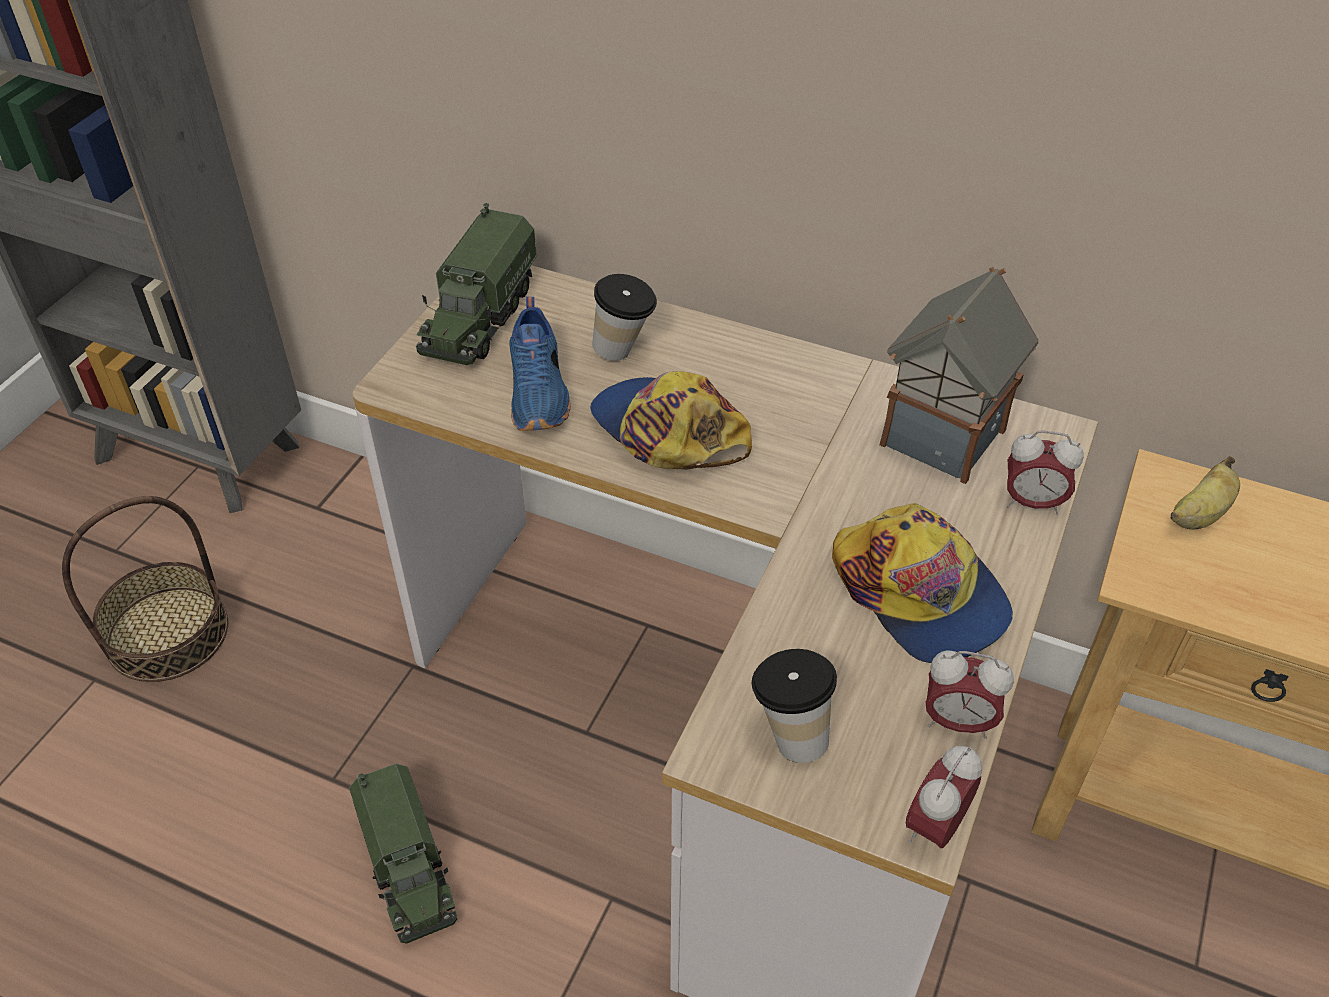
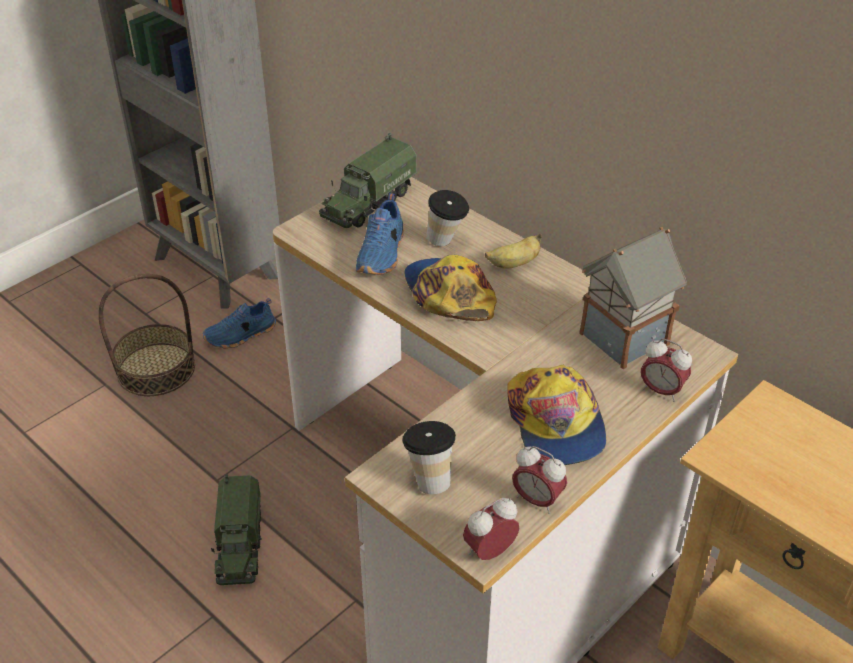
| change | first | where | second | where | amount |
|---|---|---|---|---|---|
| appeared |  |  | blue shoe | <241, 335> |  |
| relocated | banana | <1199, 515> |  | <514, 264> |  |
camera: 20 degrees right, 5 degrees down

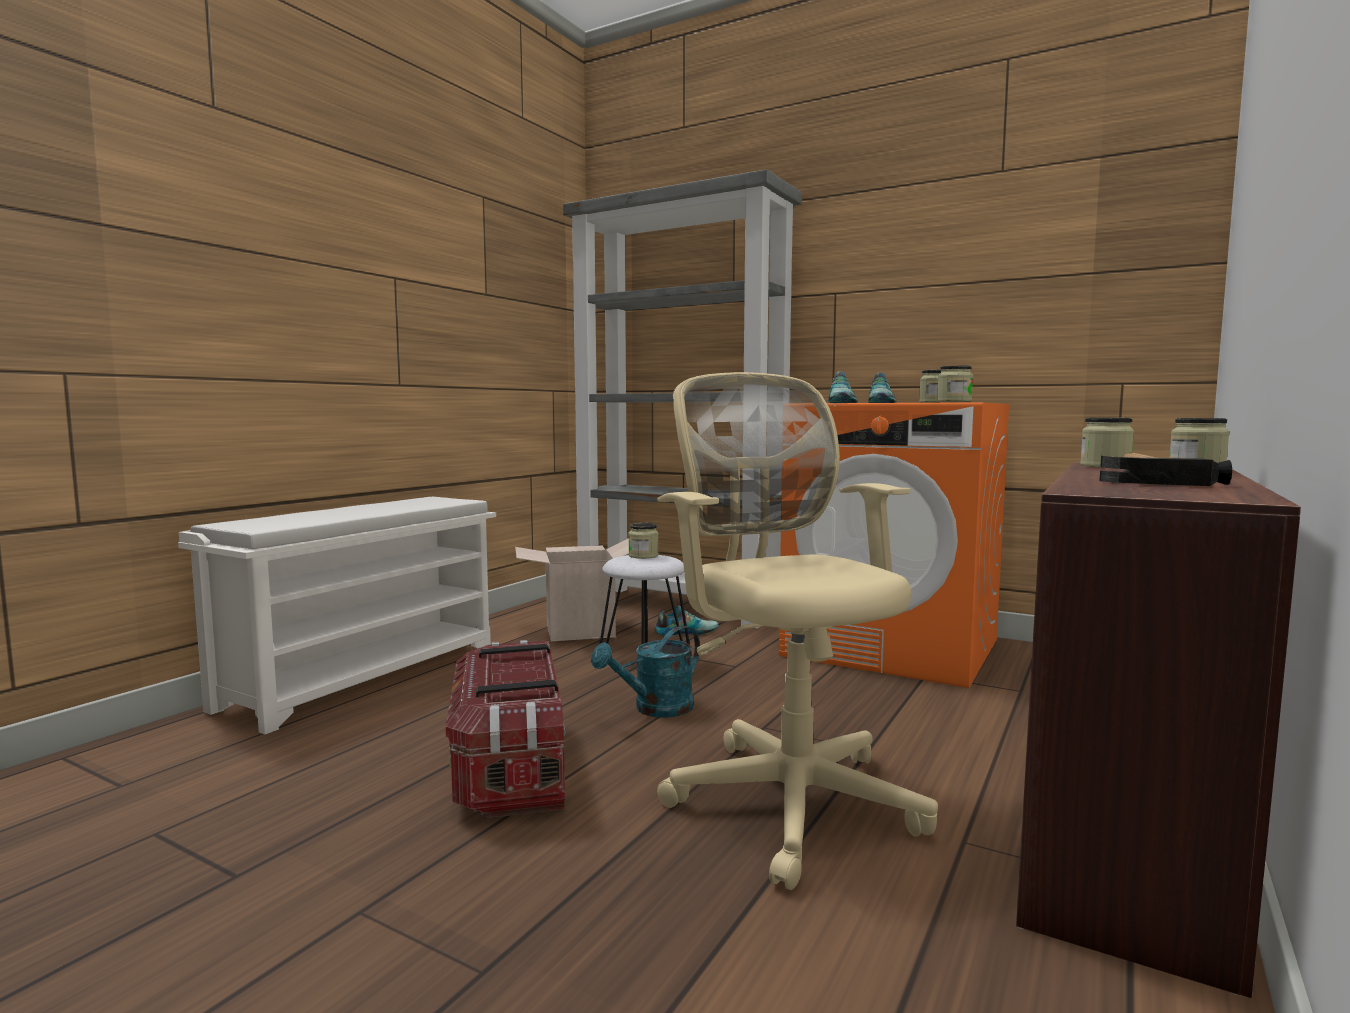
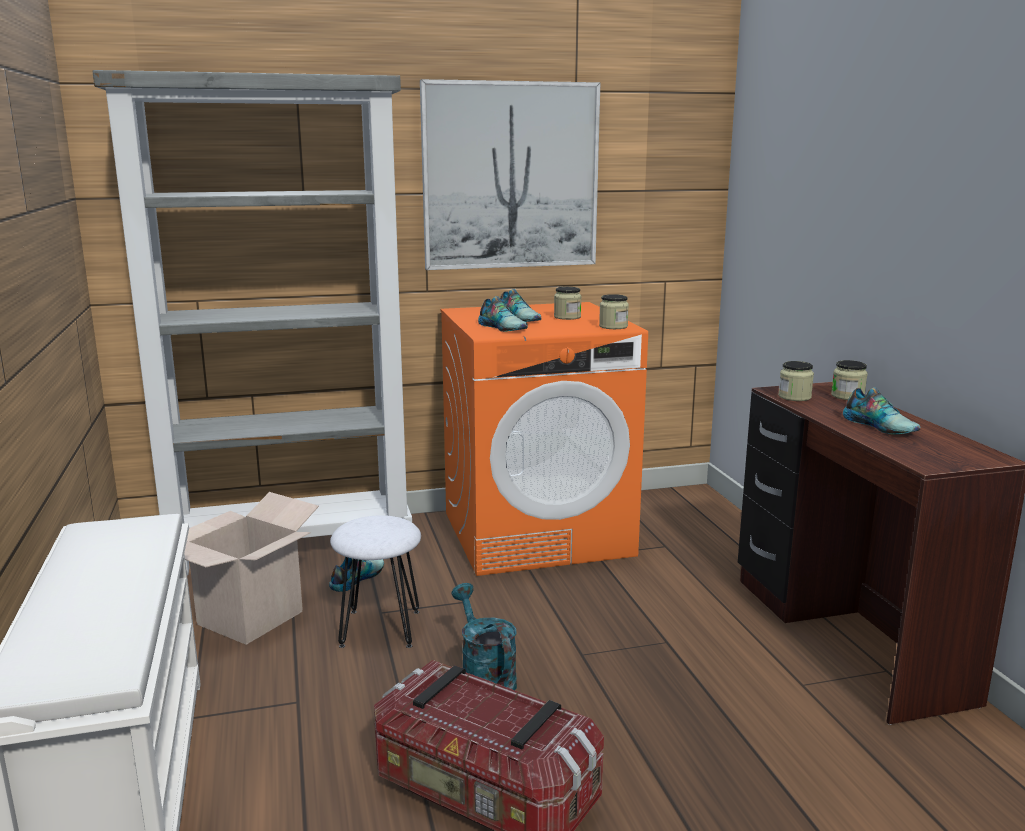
| change | first | where | second | where | amount |
|---|---|---|---|---|---|
| appeared |  |  | picture | <510, 176> |  |
| spun | turquoise watering can | <655, 709> |  | <484, 677> | 150 degrees clockwise |
| exchanged | hammer | <1145, 478> | shoe | <880, 426> |  |
| missing | jar | <643, 556> |  |  |  |
| missing | beige office chair | <788, 796> |  |  |  |
camera: 45 degrees left, 10 degrees up

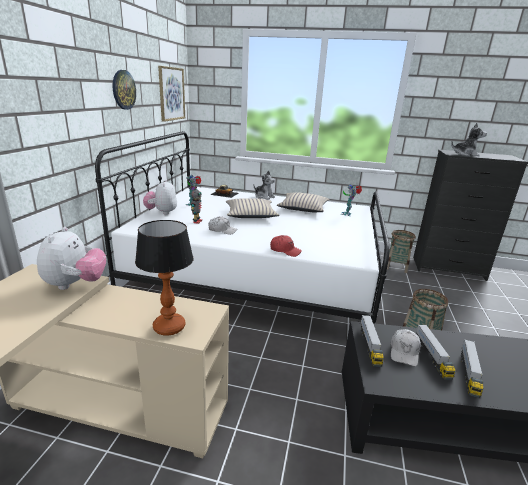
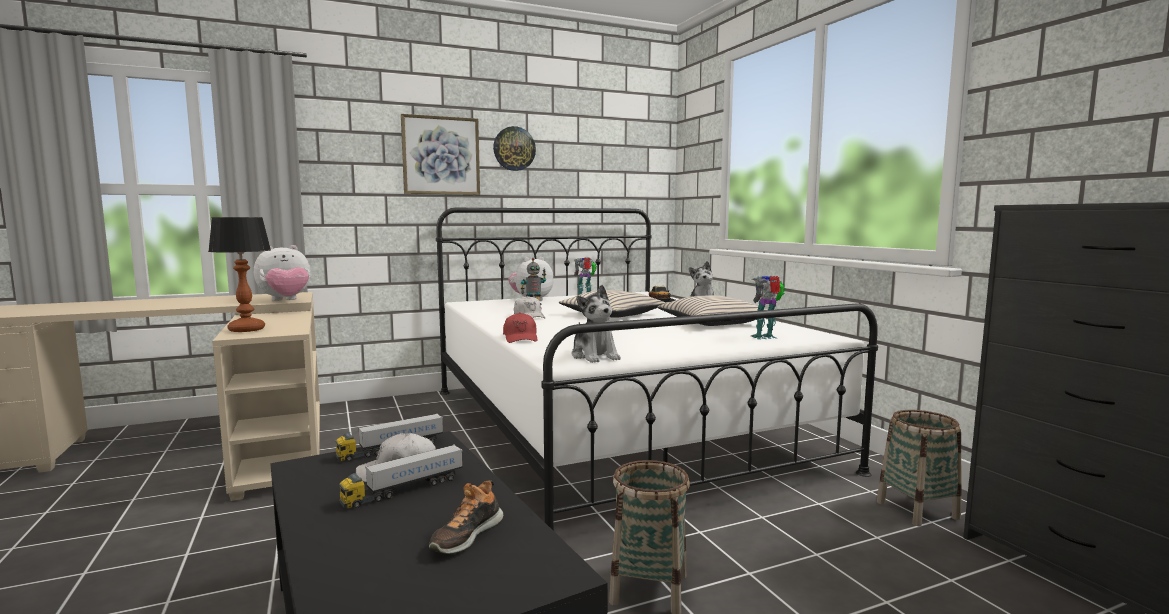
| change | first | where | second | where | amount |
|---|---|---|---|---|---|
| relocated | picture | <171, 94> |  | <441, 155> |  |
| appeared |  |  | shoe | <466, 535> |  |
| relocated | plush toy | <465, 154> |  | <594, 356> |  |
| missing | toy truck | <469, 373> |  |  |  |
camera: 55 degrees right, 15 degrees down

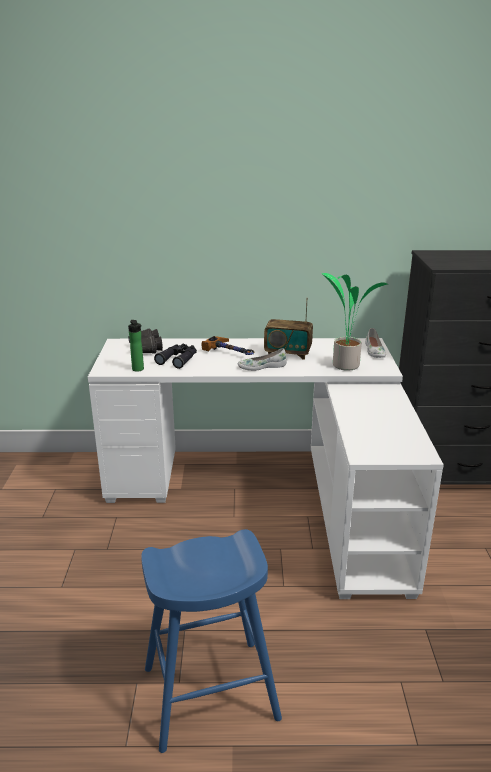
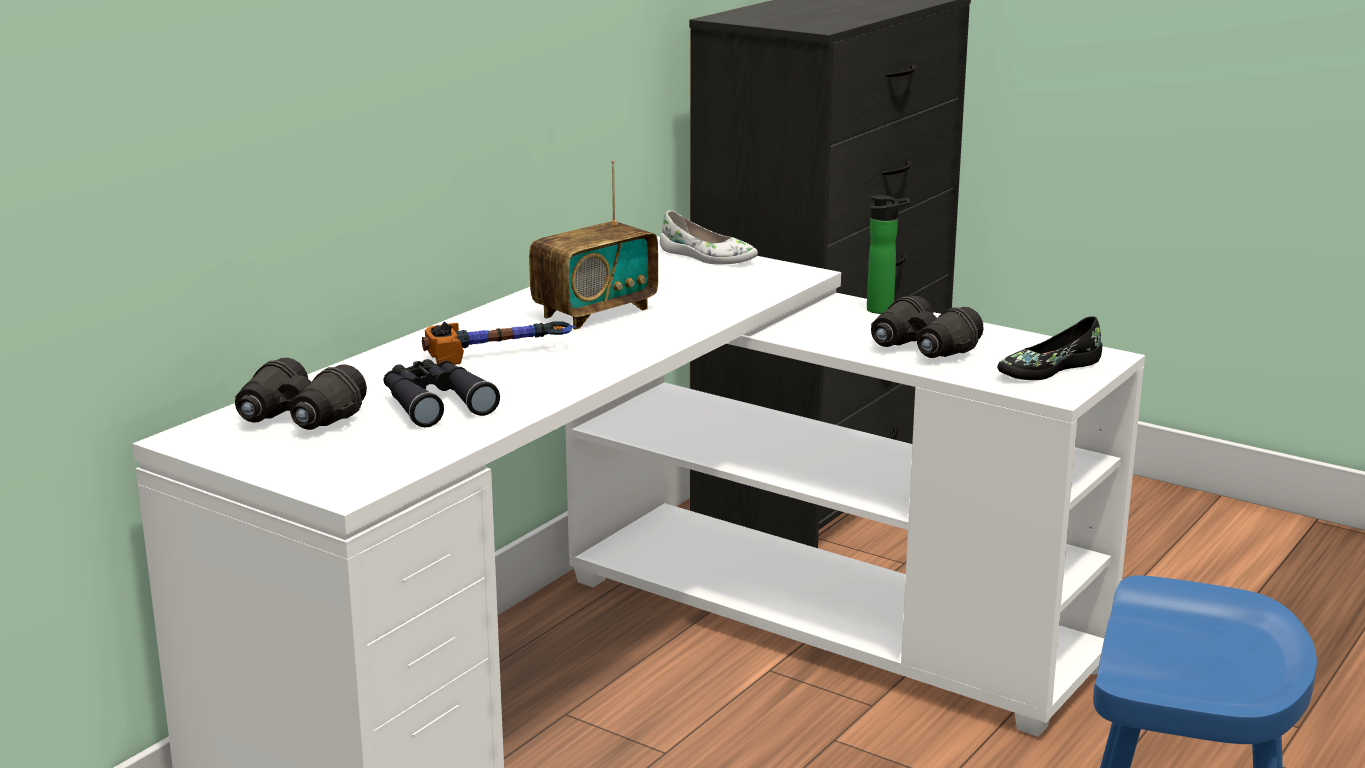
| change | first | where | second | where | amount |
|---|---|---|---|---|---|
| relocated | bottle | <138, 370> |  | <884, 310> |  |
| appeared |  |  | black binoculars | <922, 349> |  |
| appeared |  |  | black shoe | <1047, 369> |  |
| missing | white shoe | <262, 366> |  |  |  |
| missing | potted plant | <343, 365> |  |  |  |
camera: 55 degrees left, 5 degrees down

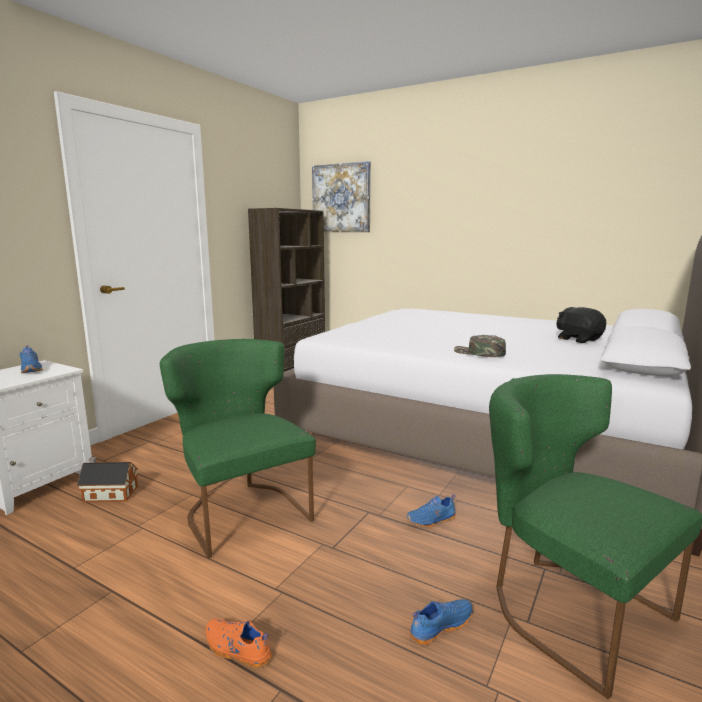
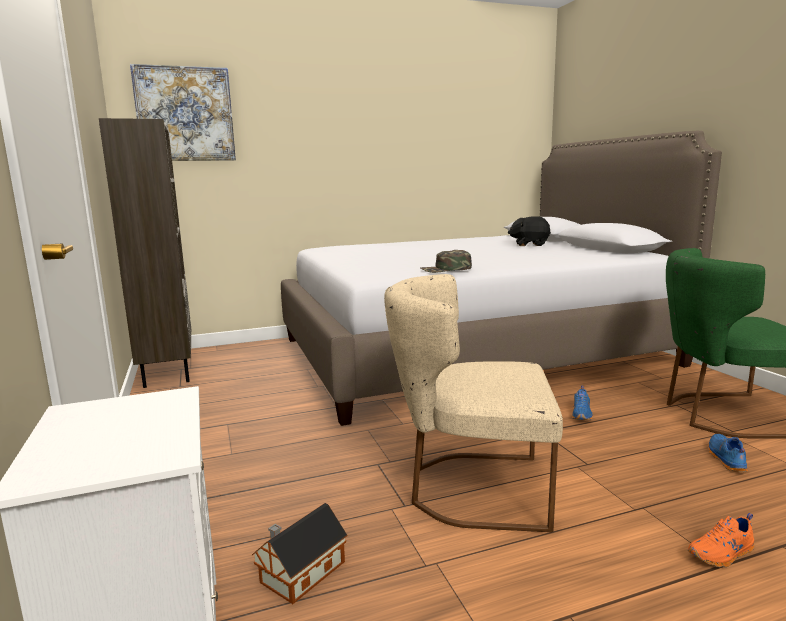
| change | first | where | second | where | amount |
|---|---|---|---|---|---|
| colour | green chair | <241, 511> | beige chair | <470, 488> |  |
| relocated | green cap | <479, 353> |  | <446, 269> |  |
| missing | blue shoe | <32, 370> |  |  |  |
camera: 50 degrees left, 0 degrees up

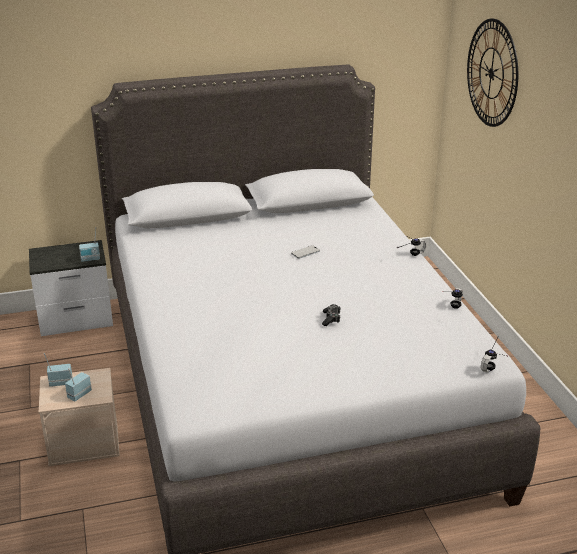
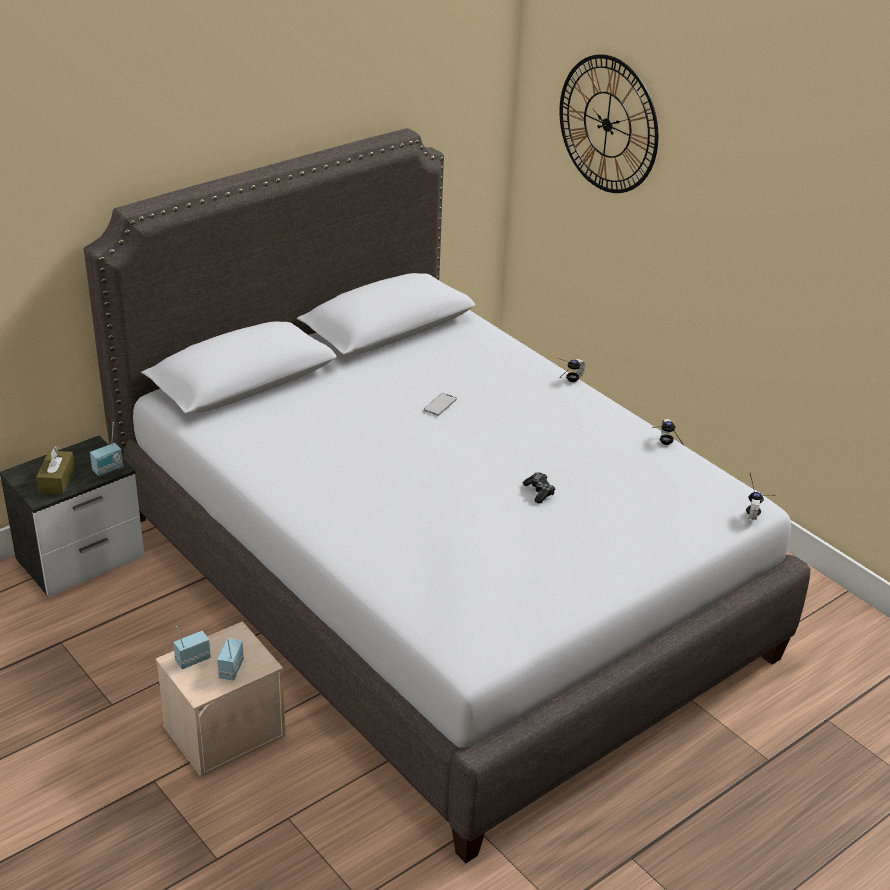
| change | first | where | second | where | amount |
|---|---|---|---|---|---|
| appeared |  |  | brown tissue box | <57, 480> |  |
camera: 25 degrees left, 5 degrees up

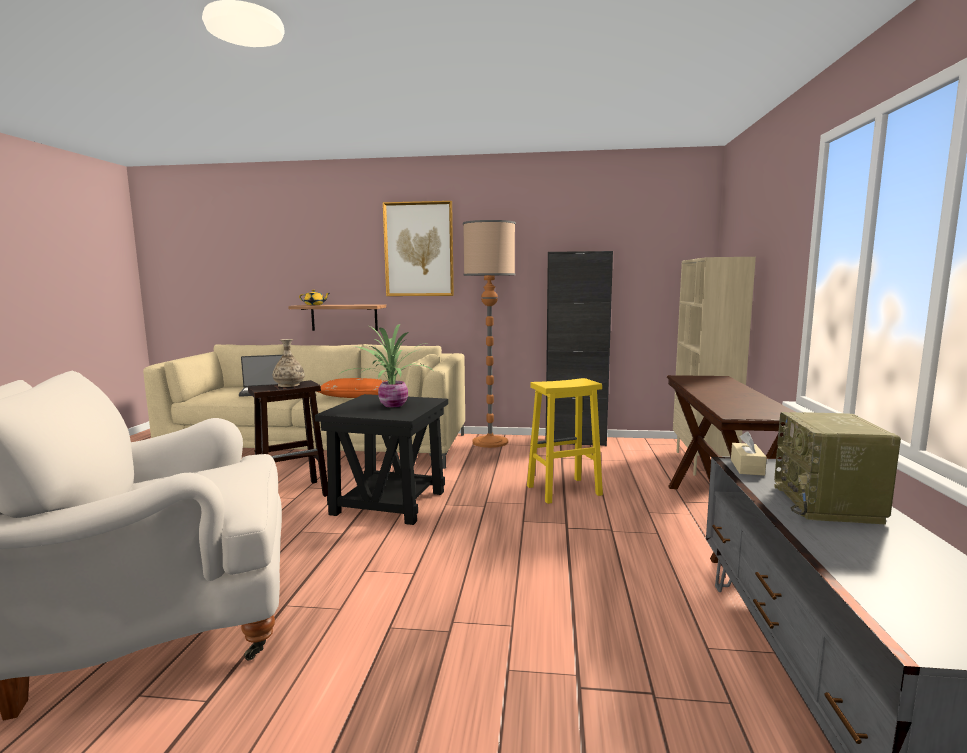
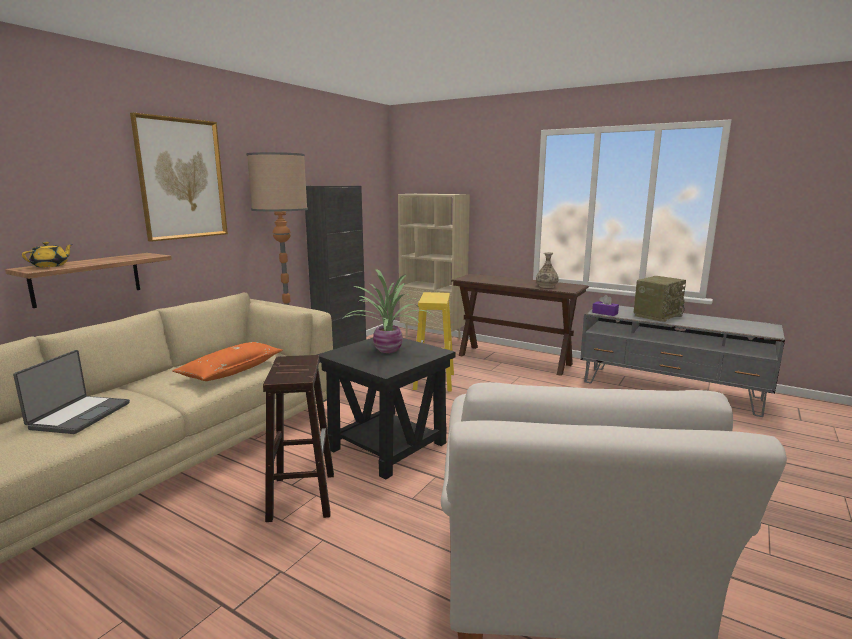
| change | first | where | second | where | amount |
|---|---|---|---|---|---|
| relocated | vase | <289, 385> |  | <546, 286> |  |
| colour | beige tissue box | <747, 467> | purple tissue box | <605, 313> |  |
| spun | radio | <828, 504> |  | <657, 315> | 75 degrees counterclockwise |
camera: 65 degrees left, 5 degrees up

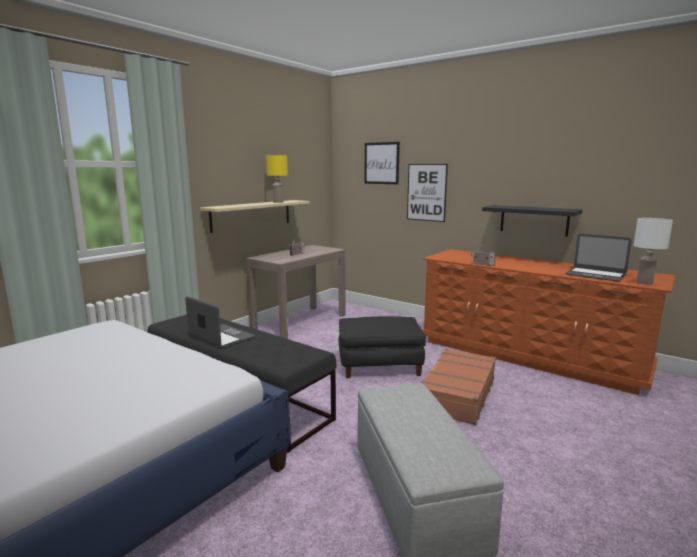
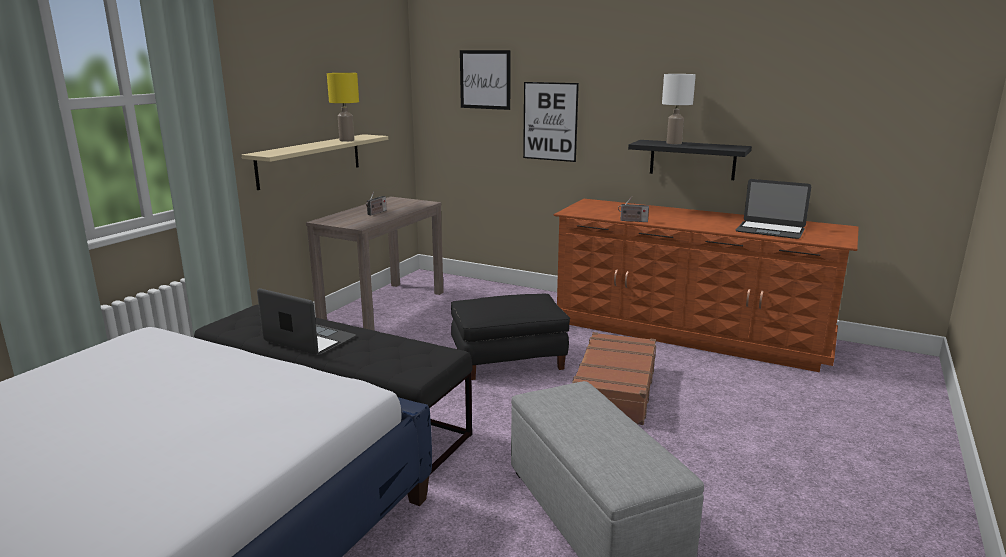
| change | first | where | second | where | amount |
|---|---|---|---|---|---|
| relocated | white table lamp | <645, 283> |  | <674, 143> |  |
camera: 10 degrees left, 5 degrees up

